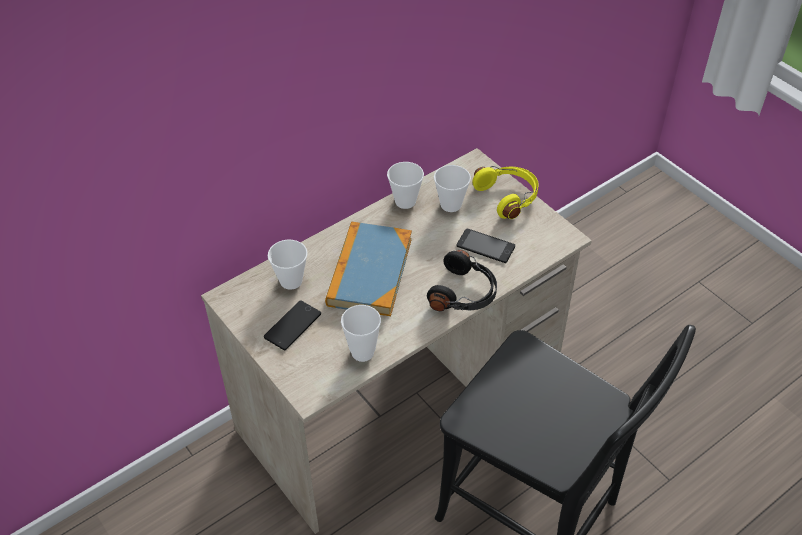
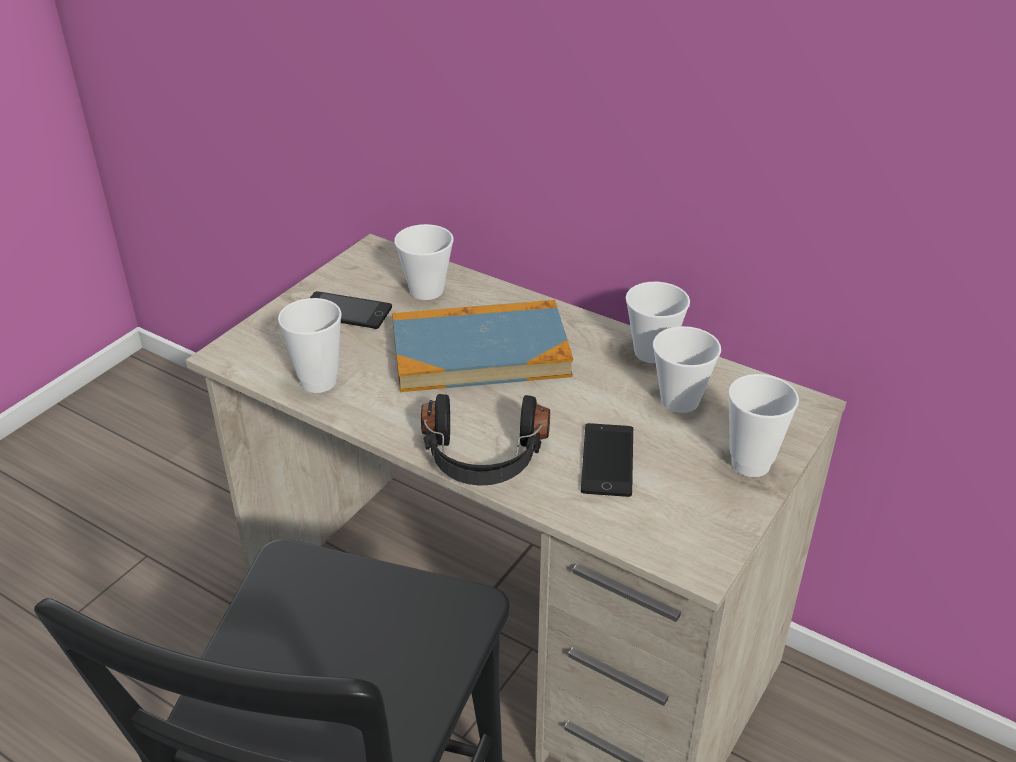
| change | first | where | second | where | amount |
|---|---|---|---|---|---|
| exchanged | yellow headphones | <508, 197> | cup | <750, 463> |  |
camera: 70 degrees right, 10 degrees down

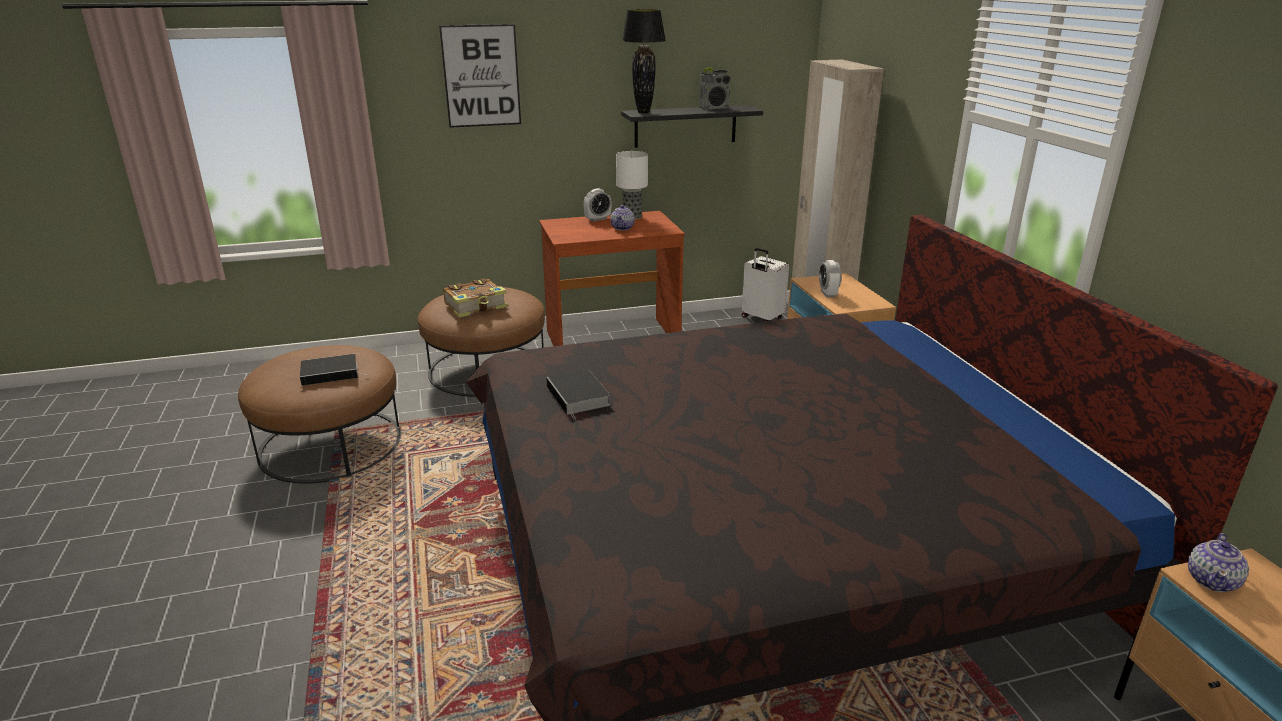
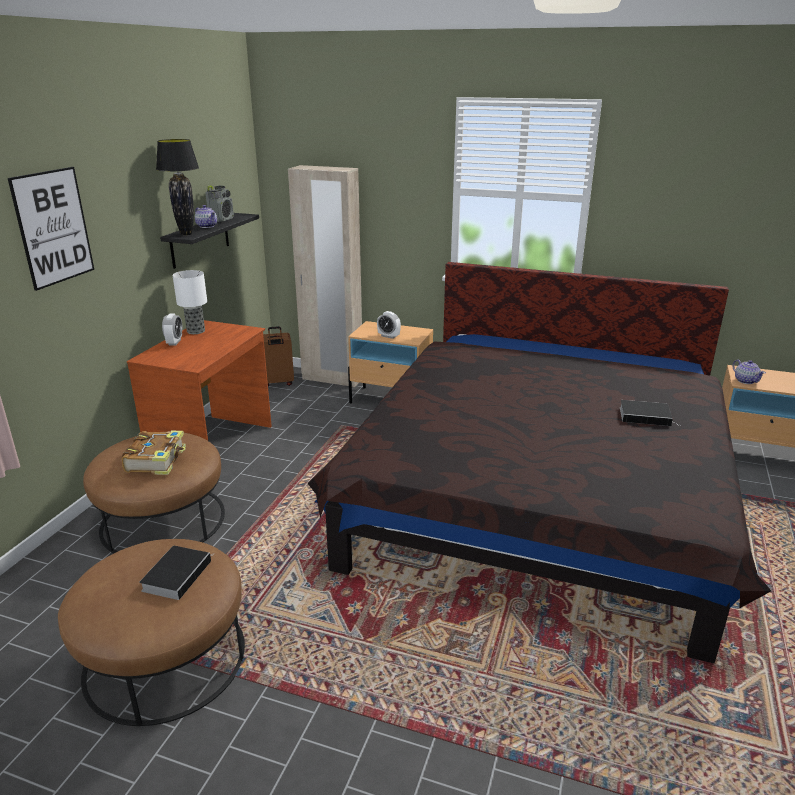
| change | first | where | second | where | amount |
|---|---|---|---|---|---|
| relocated | teapot | <623, 228> |  | <207, 226> |  |
| colour | white suitcase | <761, 318> | brown suitcase | <278, 383> |  |
| relocated | book | <579, 397> |  | <646, 416> |  |
camera: 55 degrees left, 0 degrees up

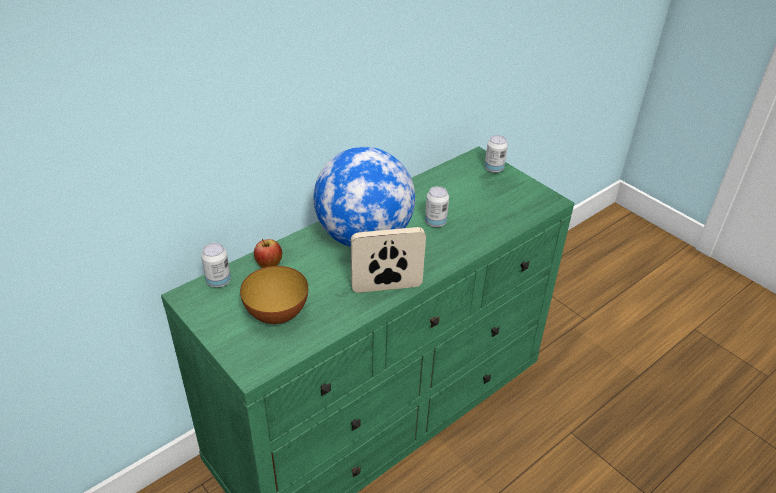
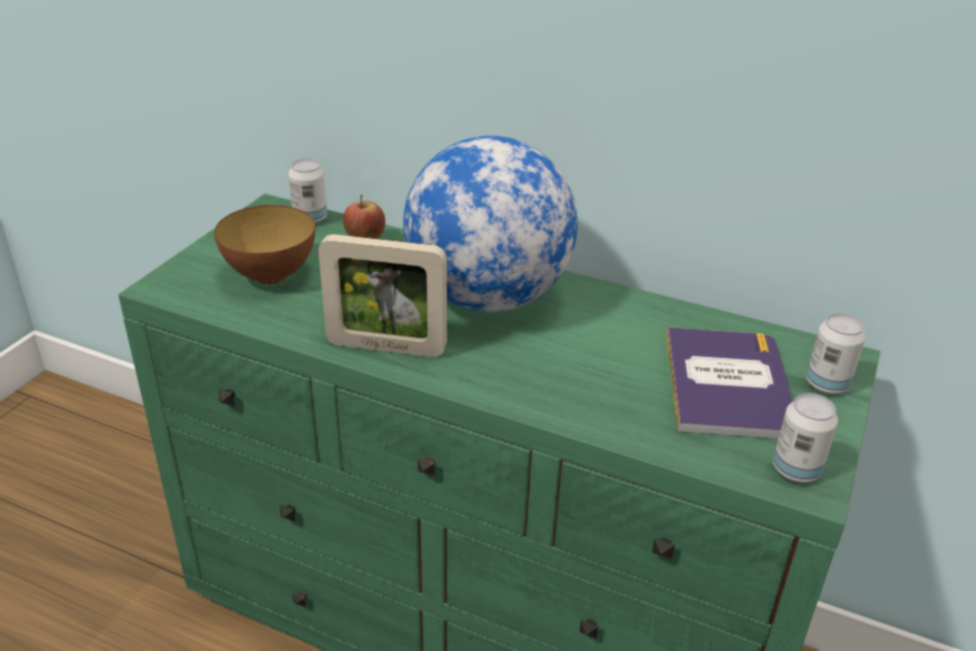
| change | first | where | second | where | amount |
|---|---|---|---|---|---|
| spun | picture frame | <386, 287> |  | <386, 347> | 135 degrees clockwise |
| appeared |  |  | book | <727, 384> |  |
| relocated | can | <435, 222> |  | <796, 470> |  |
camera: 65 degrees right, 5 degrees down

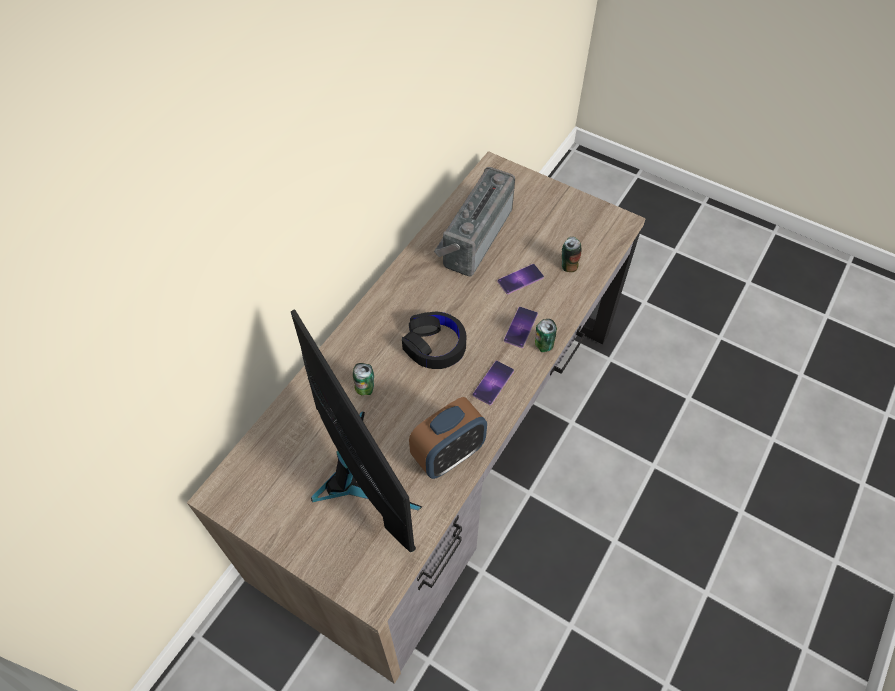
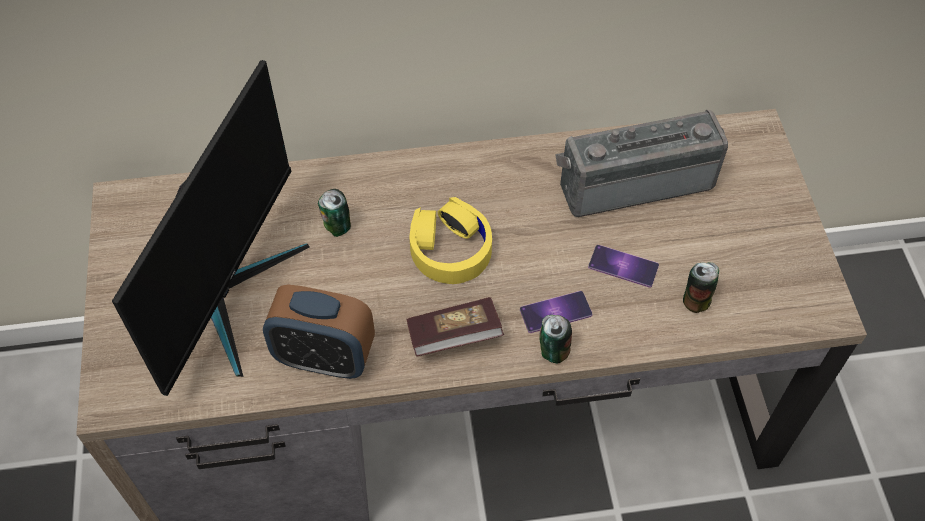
| change | first | where | second | where | amount |
|---|---|---|---|---|---|
| exchanged | phone | <493, 382> | book | <454, 336> |  |
| colour | black headphones | <435, 345> | yellow headphones | <450, 248> |  |
camera: 50 degrees right, 0 degrees up

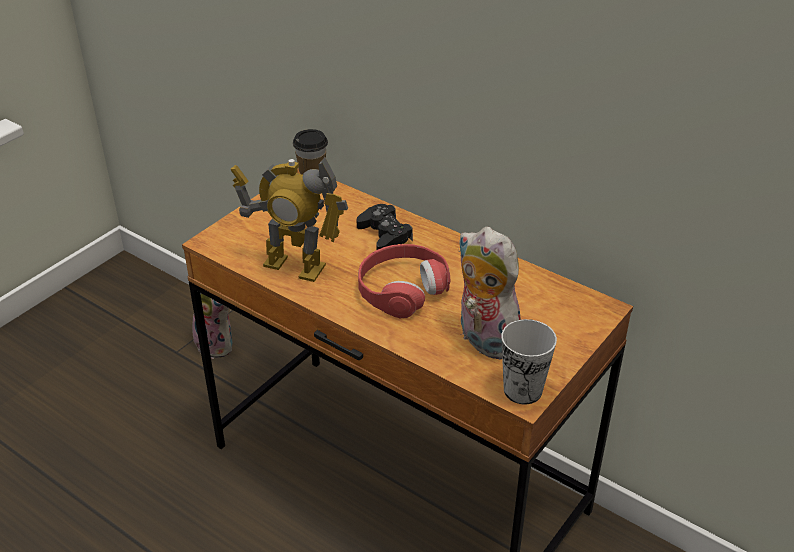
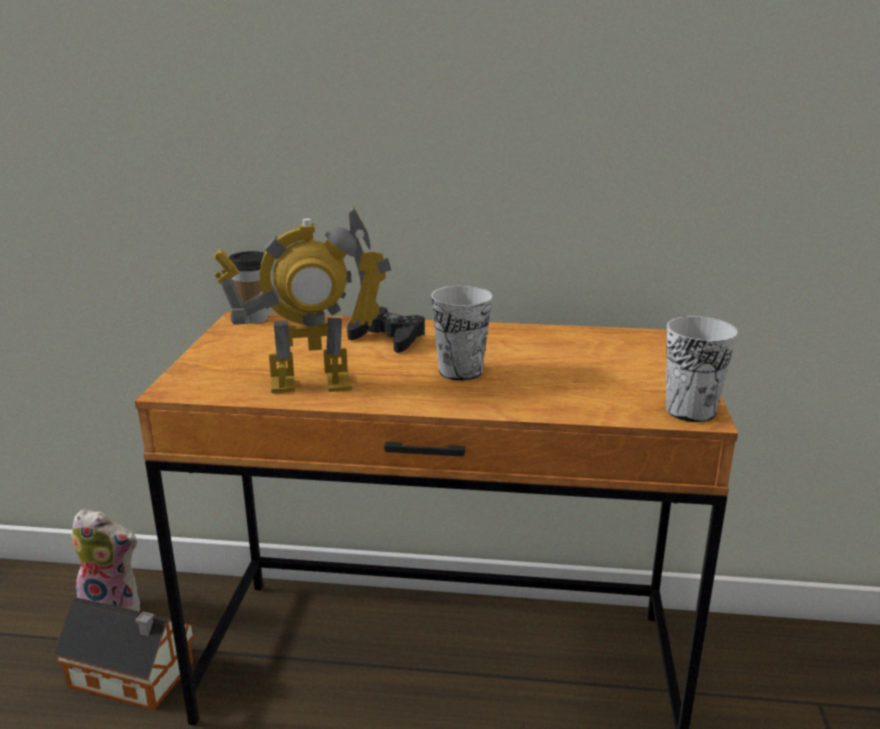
| change | first | where | second | where | amount |
|---|---|---|---|---|---|
| appeared |  |  | toy house | <134, 676> |  |
| exchanged | red headphones | <402, 289> | cup | <460, 371> |  |
| missing | plush toy | <483, 340> |  |  |  |
camera: 30 degrees left, 15 degrees down

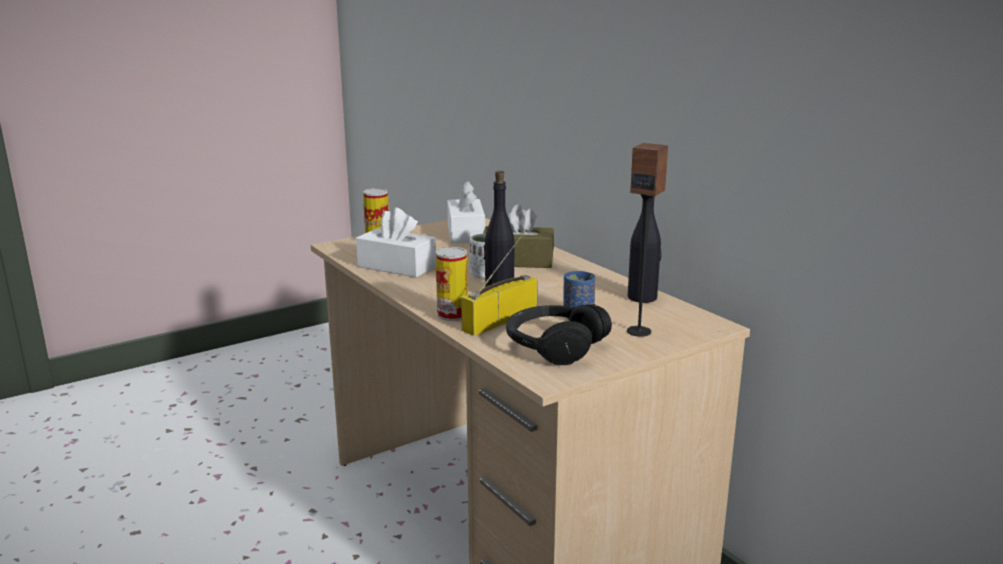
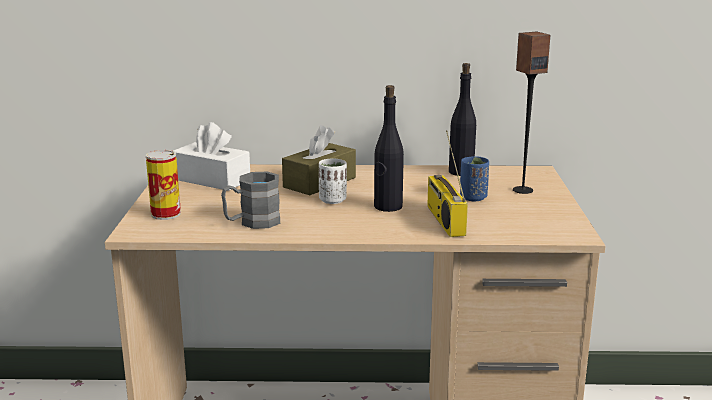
| change | first | where | second | where | amount |
|---|---|---|---|---|---|
| exchanged | white tissue box | <397, 266> | grey mug | <252, 222> |  |
| missing | can | <452, 315> |  |  |  |
| missing | black headphones | <554, 346> |  |  |  |
camera: 55 degrees left, 0 degrees up

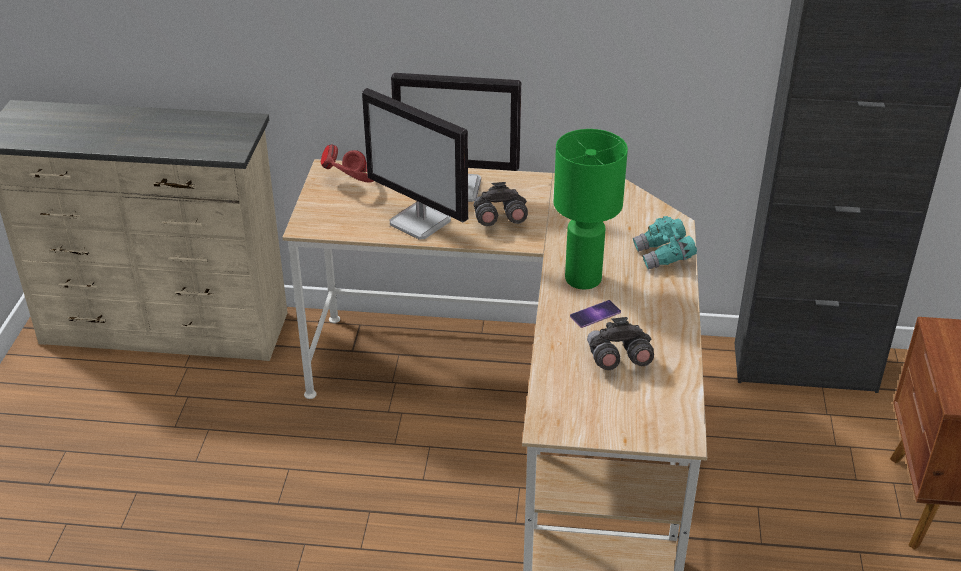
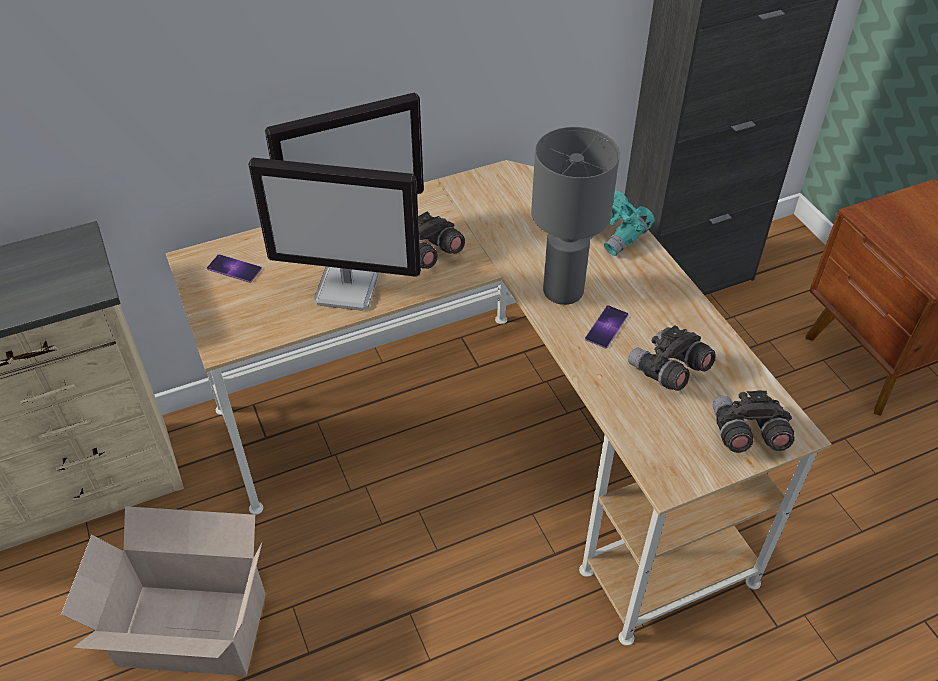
| change | first | where | second | where | amount |
|---|---|---|---|---|---|
| appeared |  |  | cardboard box | <188, 628> |  |
| exchanged | red headphones | <352, 183> | phone | <234, 268> |  |
| colour | green table lamp | <582, 279> | grey table lamp | <562, 291> |  |
| appeared |  |  | grey binoculars | <746, 434> |  |
camera: 30 degrees left, 10 degrees up

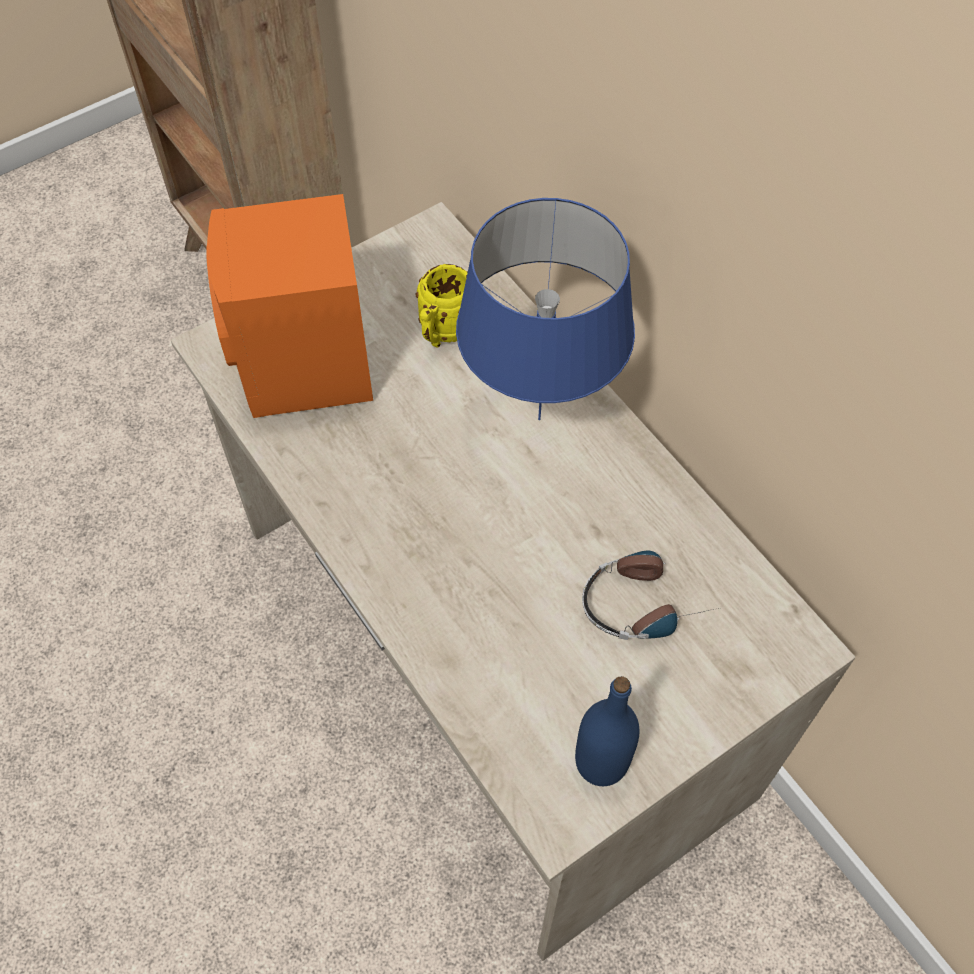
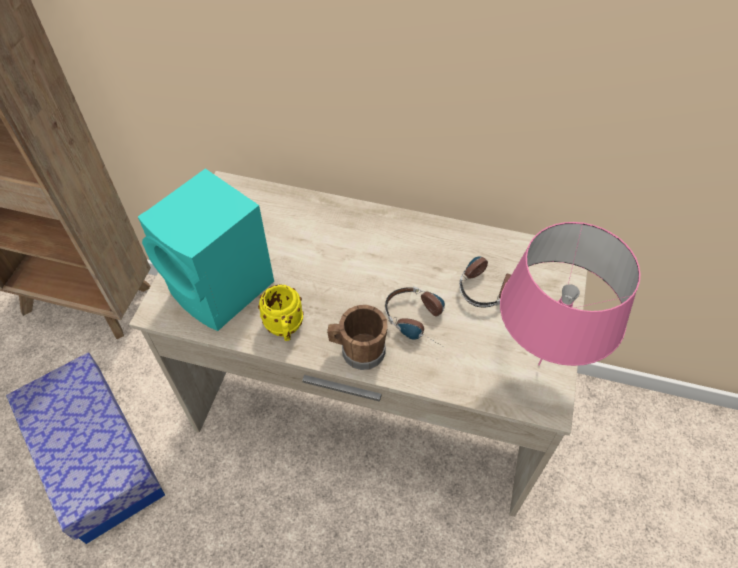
| change | first | where | second | where | amount |
|---|---|---|---|---|---|
| appeared |  |  | storage box | <97, 457> |  |
| colour | orange speaker | <306, 371> | turquoise speaker | <224, 290> |  |
| relocated | yellow mug | <444, 332> |  | <285, 329> |  |
| appeared |  |  | brown mug | <358, 350> |  |
| appeared |  |  | headphones | <421, 321> |  |
| exchanged | blue bottle | <601, 762> | pink table lamp | <540, 364> |  |
| missing | blue table lamp | <541, 419> |  |  |  |
camera: 40 degrees left, 5 degrees down

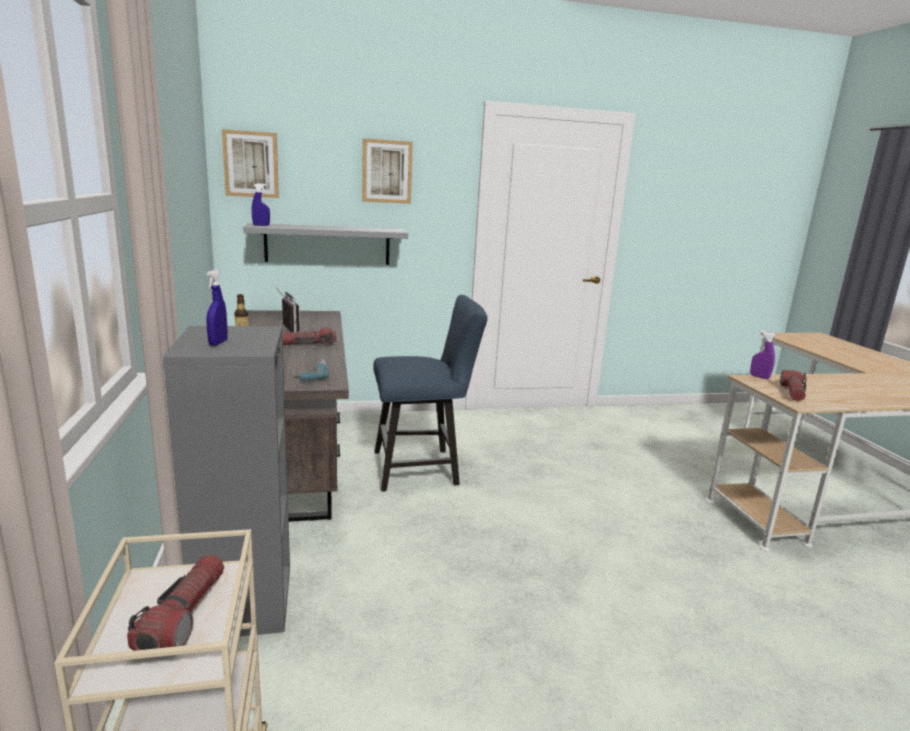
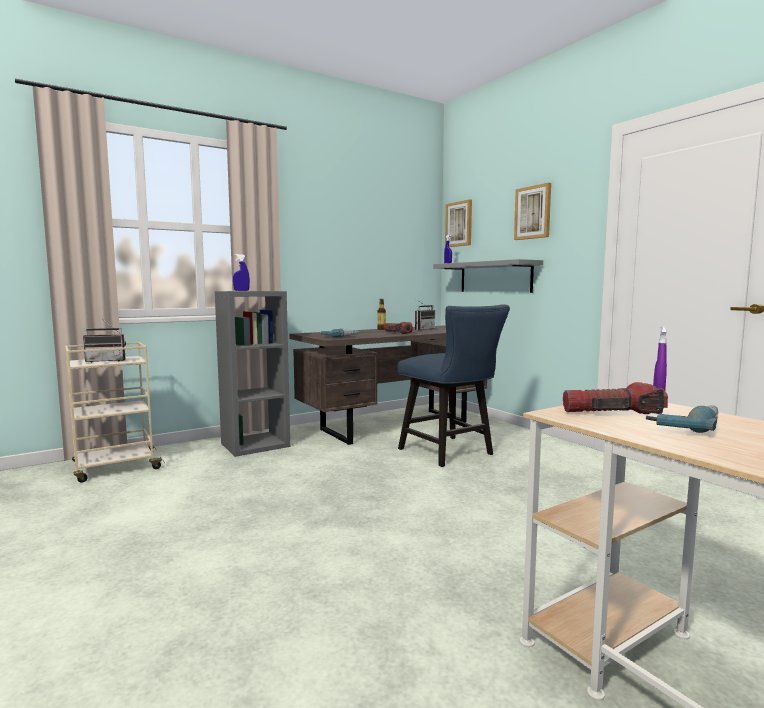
| change | first | where | second | where | amount |
|---|---|---|---|---|---|
| exchanged | flashlight | <184, 616> | radio | <107, 361> |  |
| appeared |  |  | power drill | <685, 425> |  |
camera: 70 degrees right, 10 degrees down

